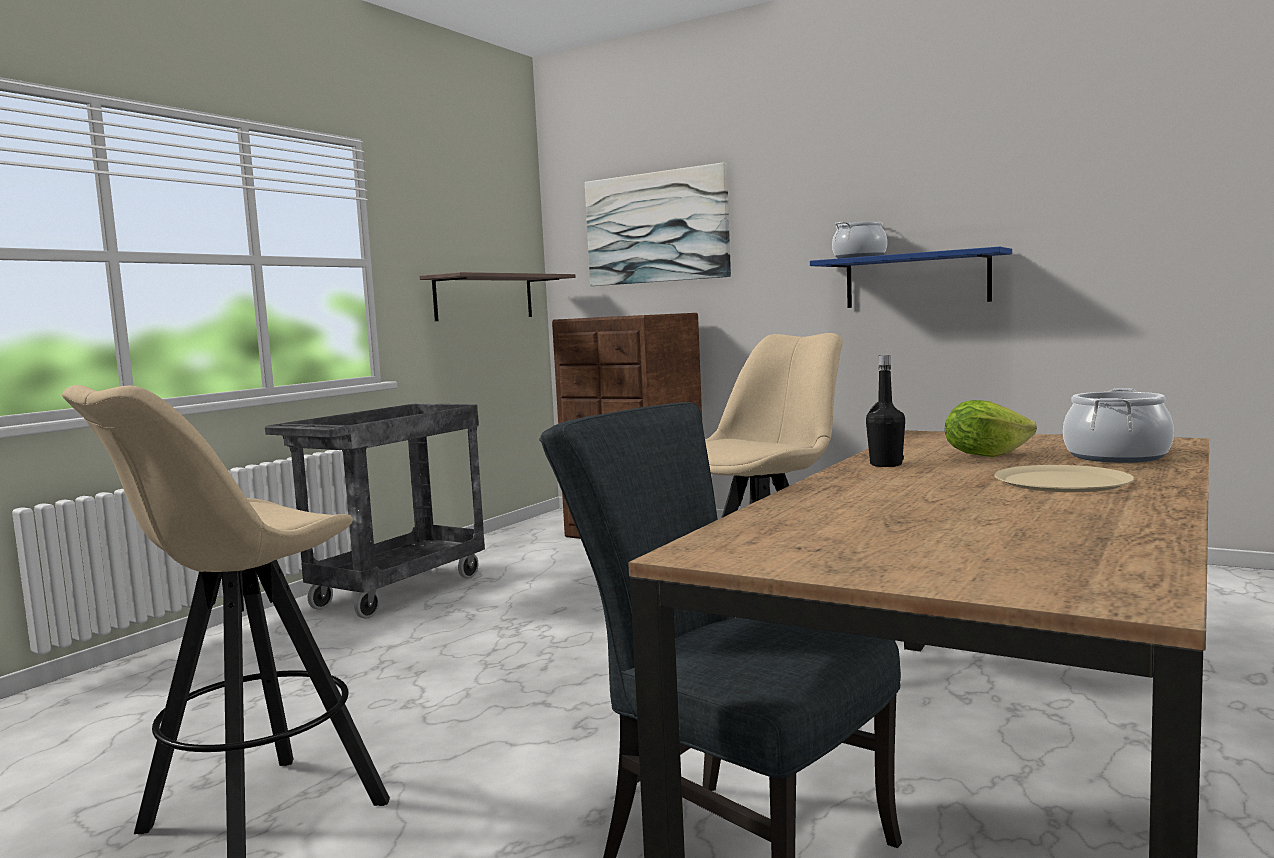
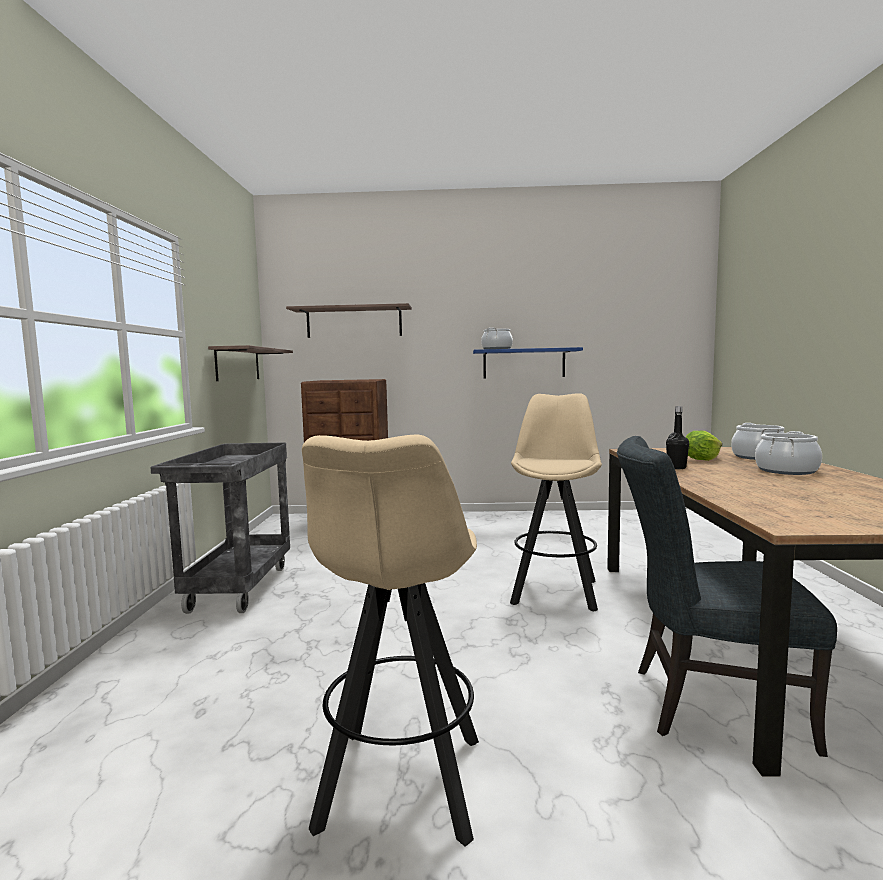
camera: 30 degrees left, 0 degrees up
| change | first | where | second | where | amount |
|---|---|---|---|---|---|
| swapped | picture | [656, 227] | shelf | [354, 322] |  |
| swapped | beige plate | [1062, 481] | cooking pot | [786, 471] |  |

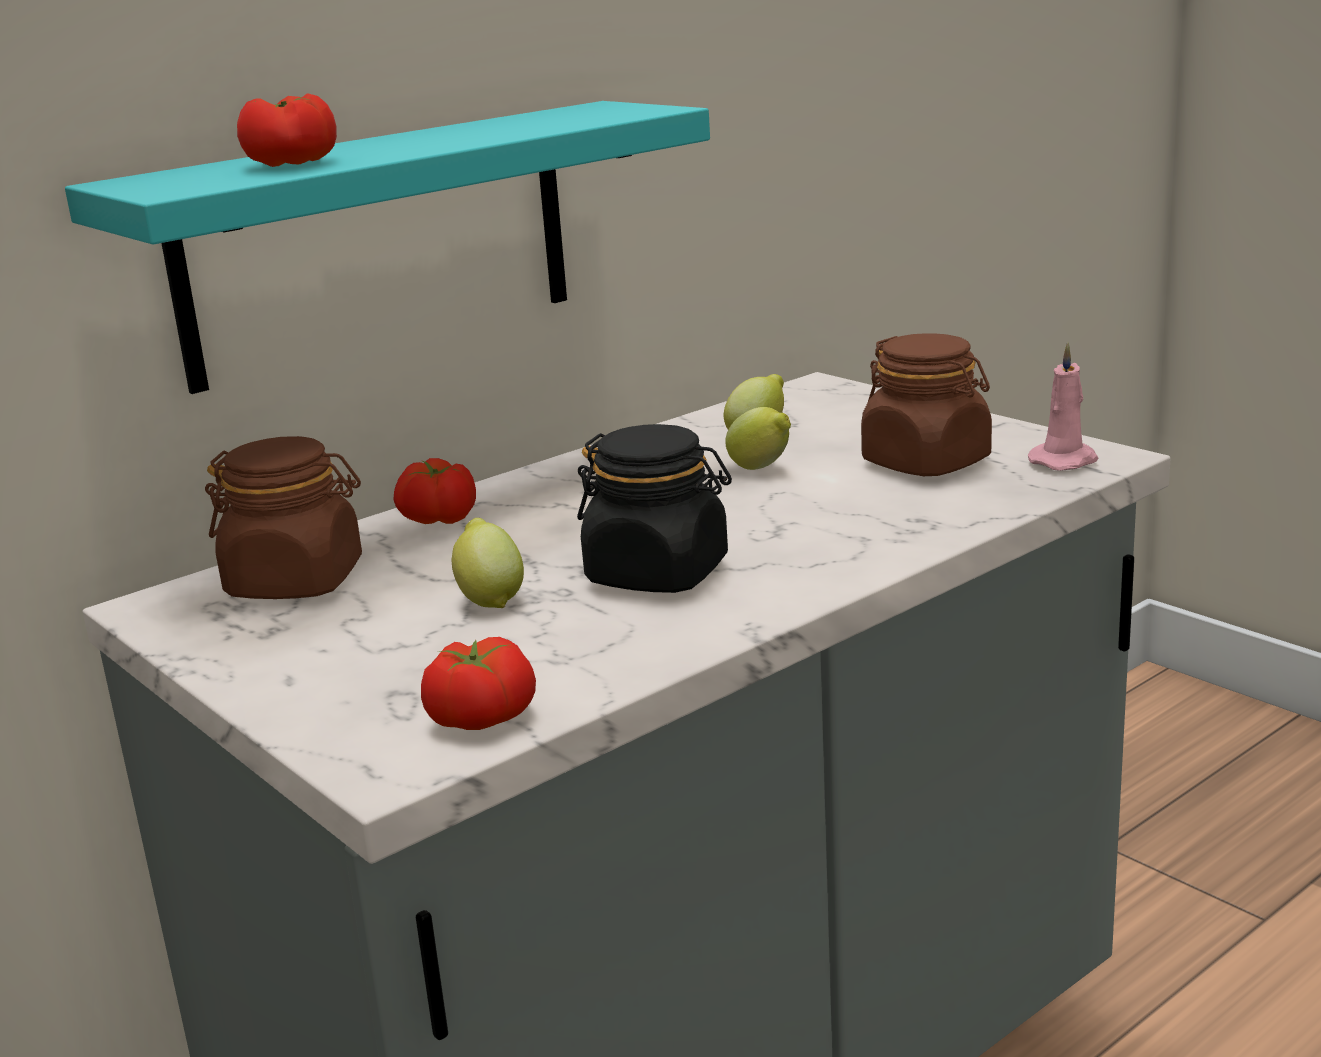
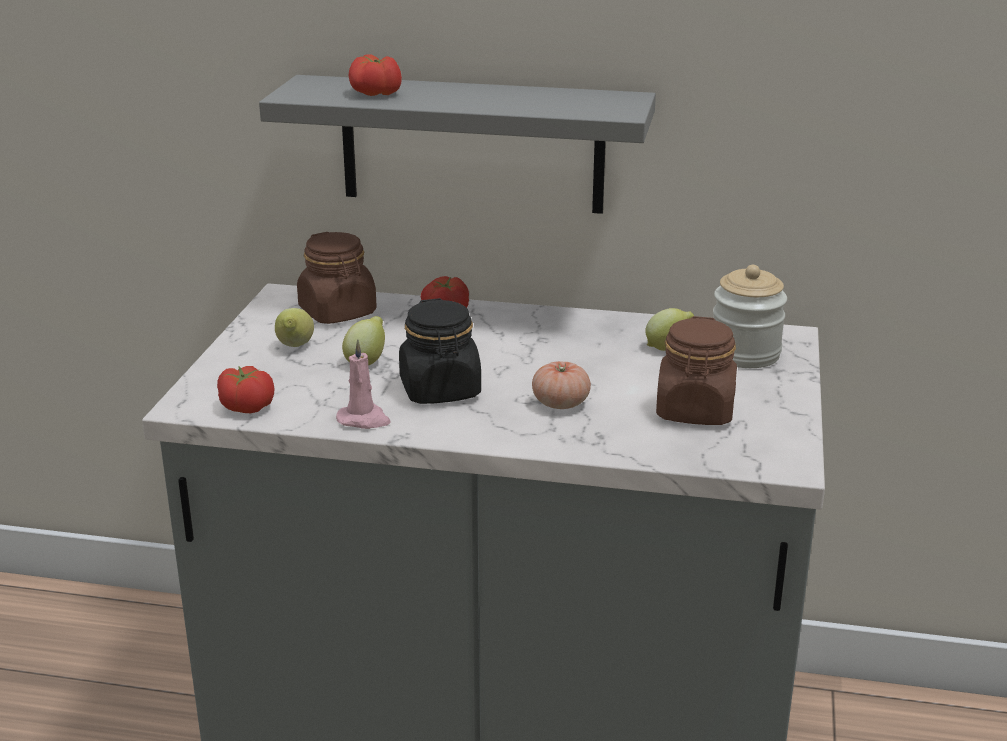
camera: 50 degrees right, 5 degrees up
| change | first | where | second | where | amount |
|---|---|---|---|---|---|
| repainted | turquoise shelf | [378, 242] | grey shelf | [472, 144] |  |
| shifted | pink candle | [1065, 461] |  | [364, 420] |  |
| shifted | lemon | [761, 469] |  | [295, 347] |  |
| new |  |  | jar | [745, 354] |  |
| new |  |  | tomato | [560, 403] |  |

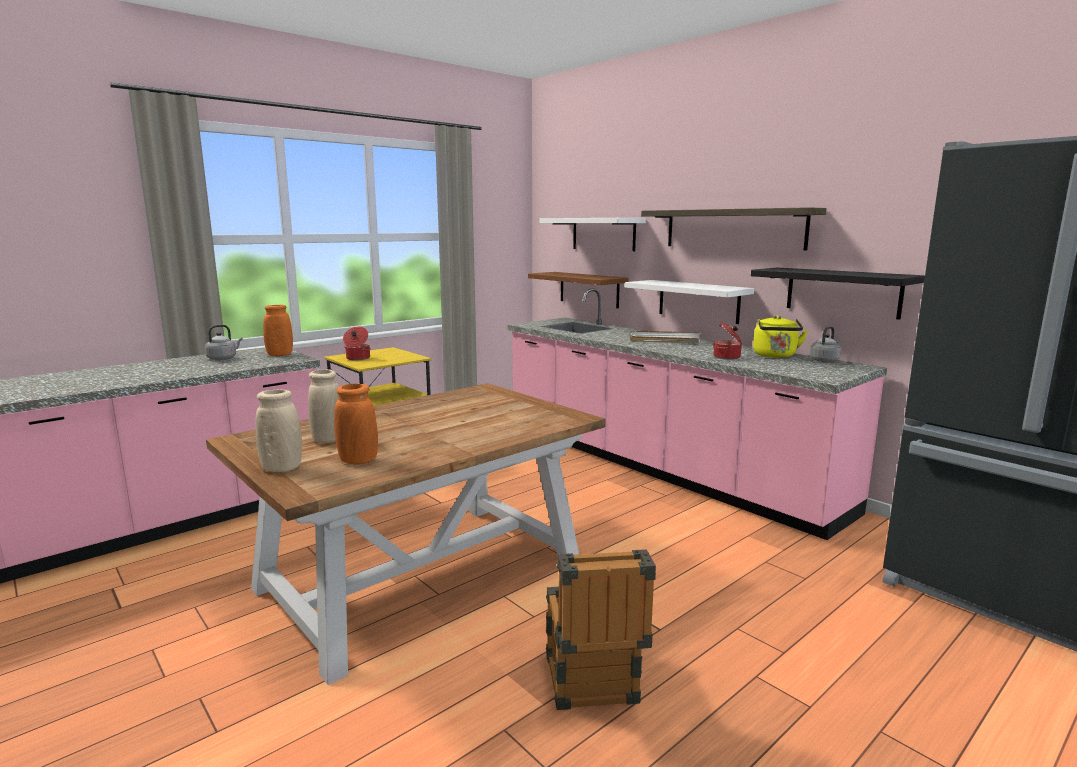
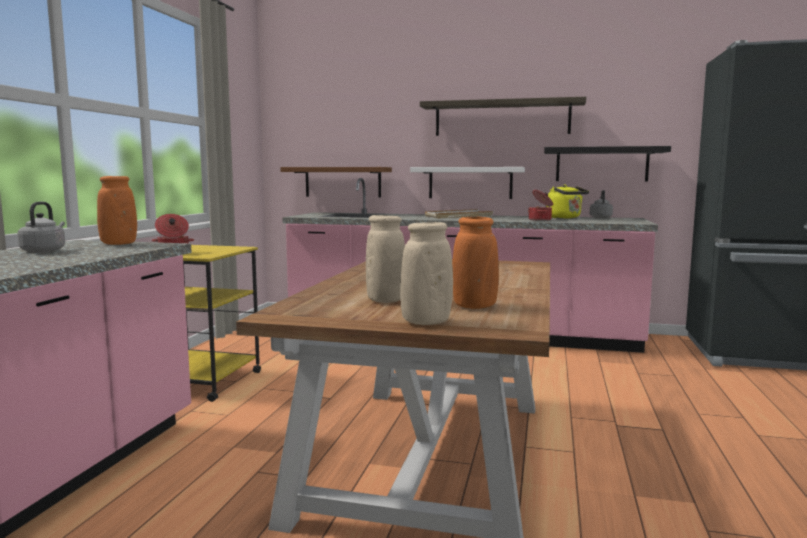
camera: 35 degrees left, 5 degrees down
| change | first | where | second | where | amount |
|---|---|---|---|---|---|
| gone | white shelf | [603, 234] |  |  |  |
| gone | crate | [592, 688] |  |  |  |

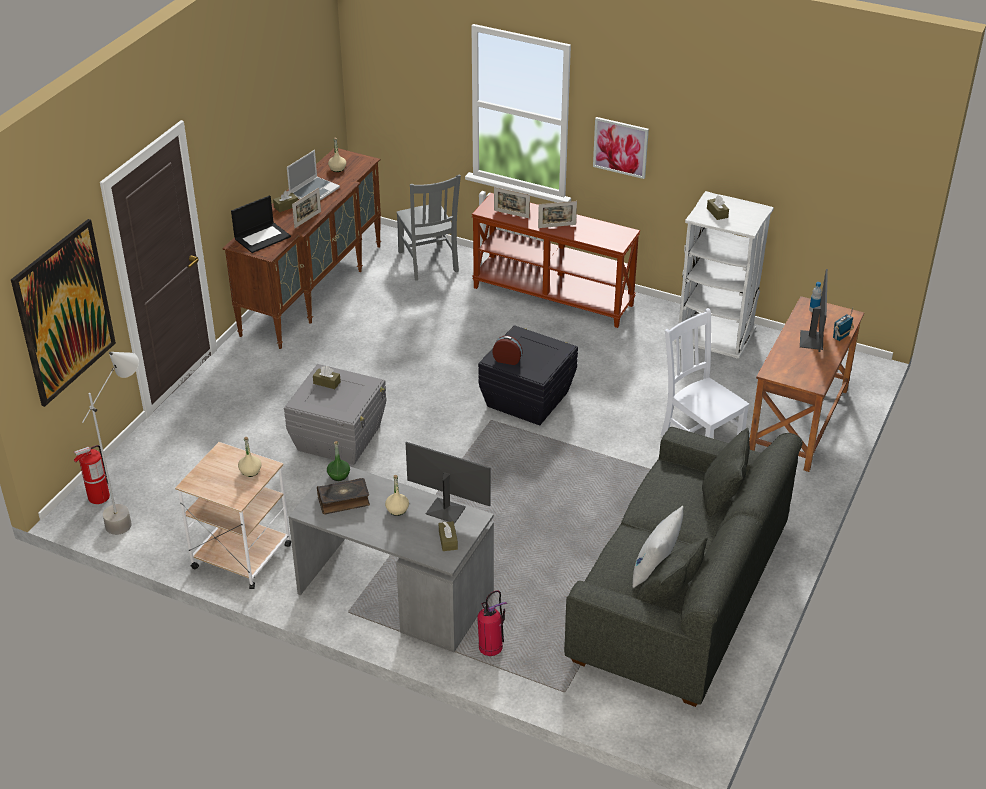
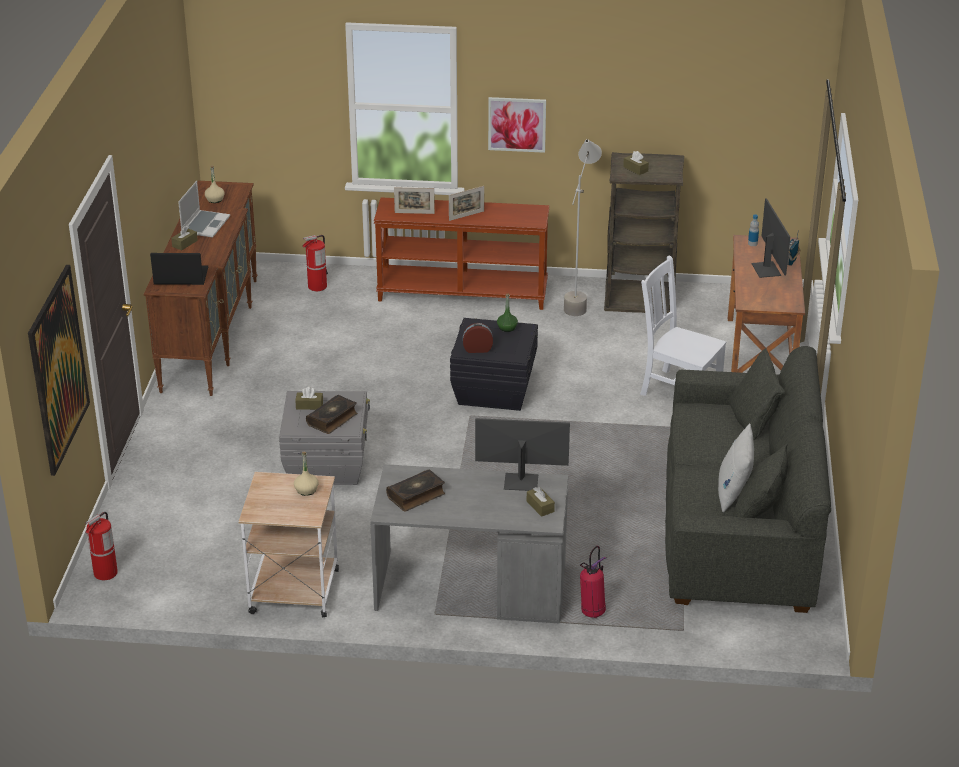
camera: 20 degrees left, 5 degrees down
| change | first | where | second | where | amount |
|---|---|---|---|---|---|
| swapped | grey chair | [428, 263] | fire extinguisher | [317, 286] |  |
| gone | picture frame | [307, 219] |  |  |  |
| repainted | white bookcase | [715, 334] | brown bookcase | [640, 297] |  |
| rotated | laptop | [262, 237] |  | [180, 276] | 120 degrees counterclockwise |
| shifted | grey floor lamp | [134, 513] |  | [579, 300] |  |
| shifted | green bottle | [338, 475] |  | [507, 328] |  |
| gone | beige bottle | [397, 509] |  |  |  |
| new |  |  | book | [332, 419] |  |

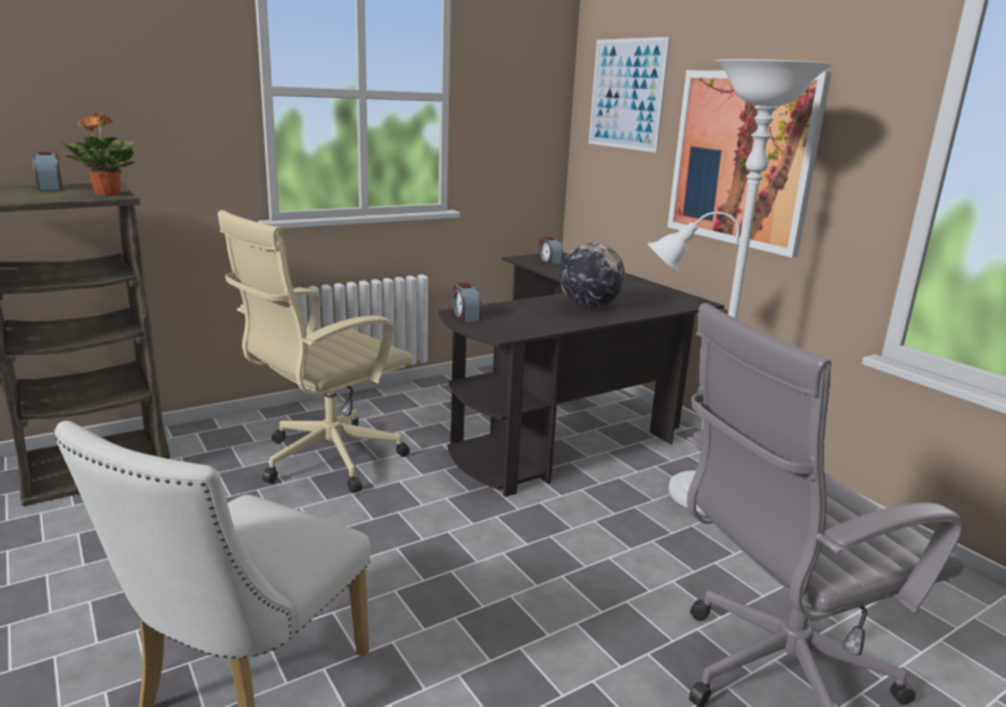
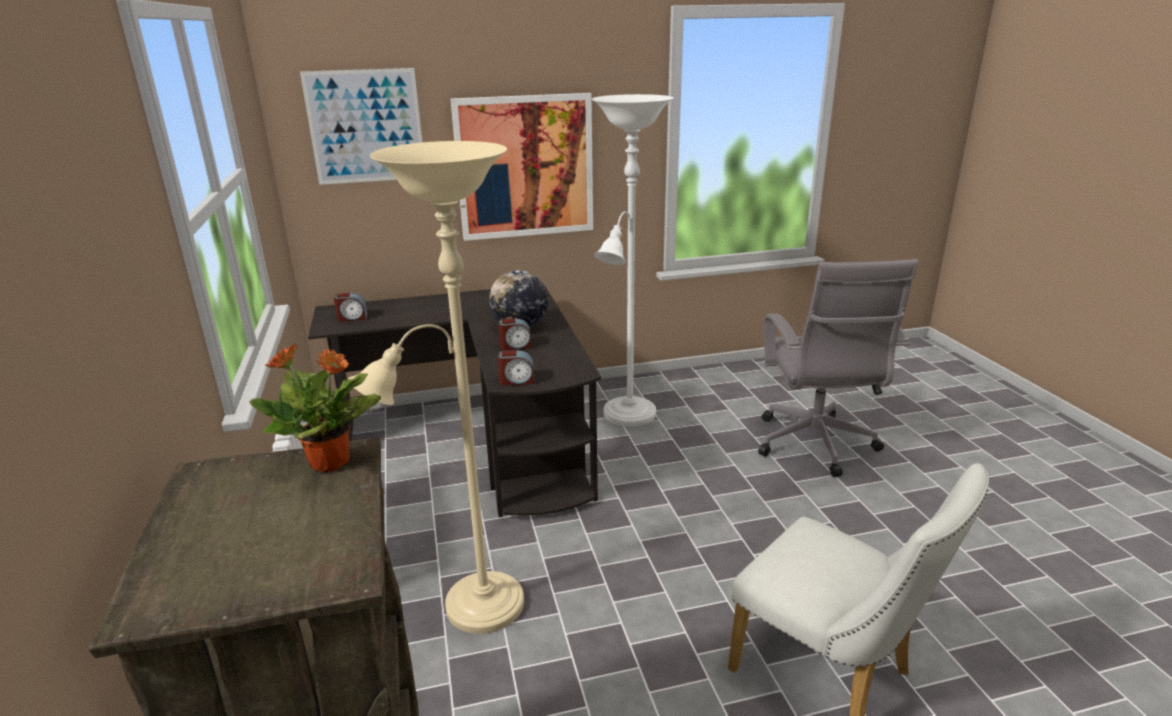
camera: 70 degrees left, 5 degrees up
| change | first | where | second | where | amount |
|---|---|---|---|---|---|
| shifted | alarm clock | [50, 187] |  | [515, 346] |  |
| swapped | beige office chair | [325, 461] | beige floor lamp | [474, 608] |  |

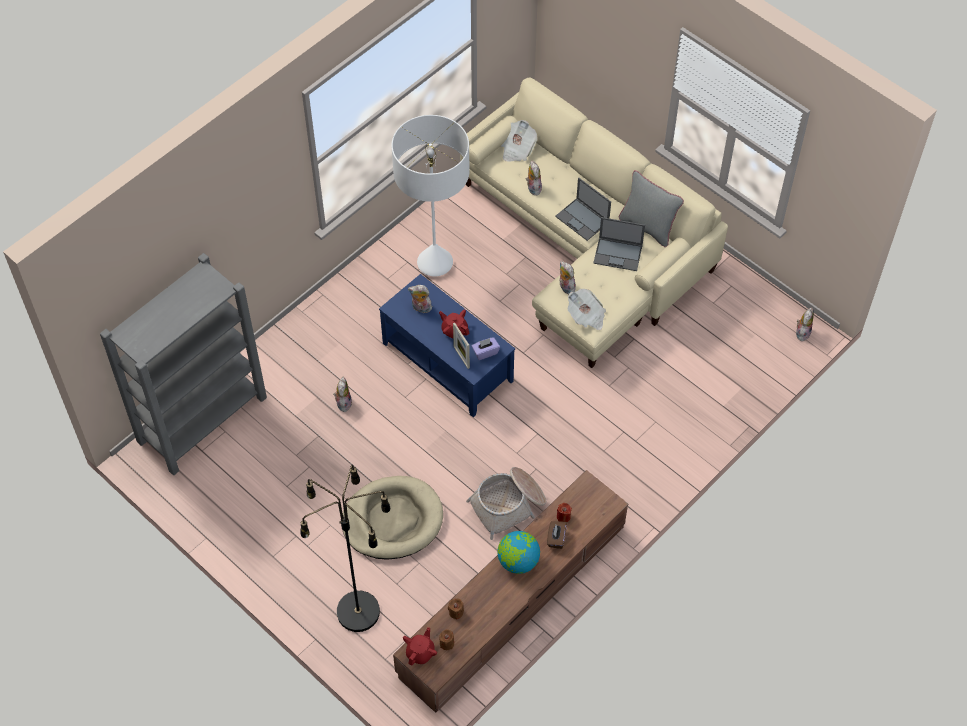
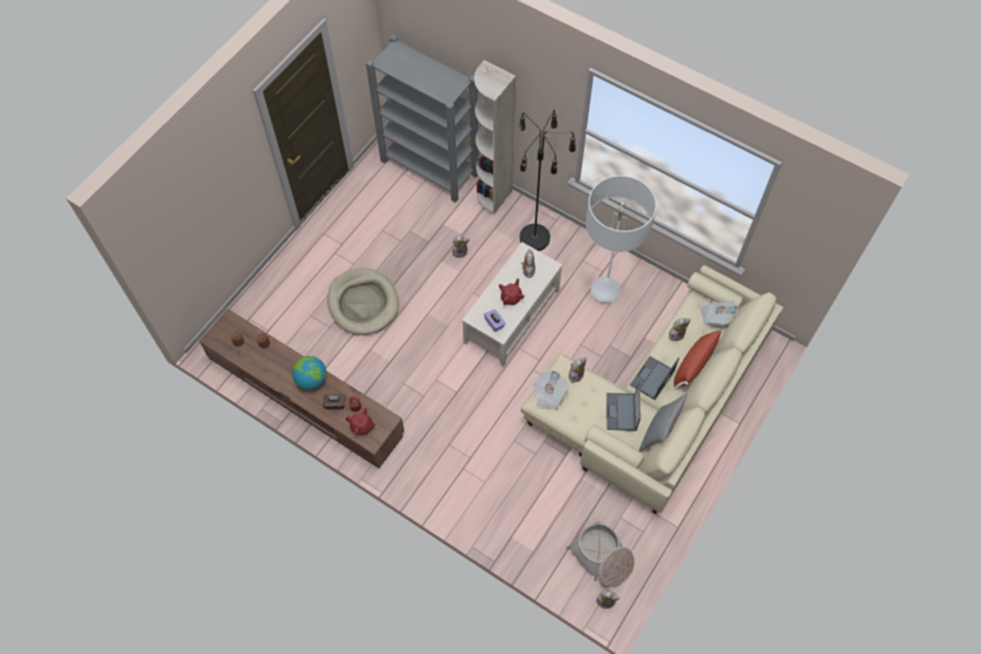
camera: 80 degrees right, 5 degrees up
| change | first | where | second | where | amount |
|---|---|---|---|---|---|
| repainted | blue coffee table | [447, 362] | beige coffee table | [512, 316] |  |
| gone | picture frame | [461, 357] |  |  |  |
| shifted | floor lamp | [359, 611] |  | [535, 238] |  |
| shifted | basket | [508, 505] |  | [601, 557] |  |
| shifted | red teapot | [420, 652] |  | [362, 426] |  |
| new |  |  | beige bookcase | [491, 197] |  |
| new |  |  | red pillow | [693, 365] |  |

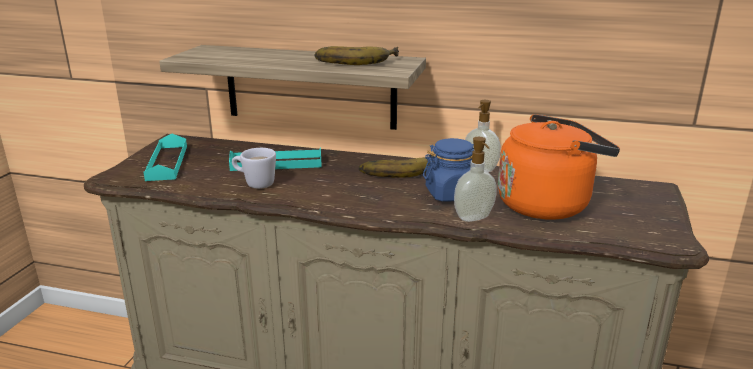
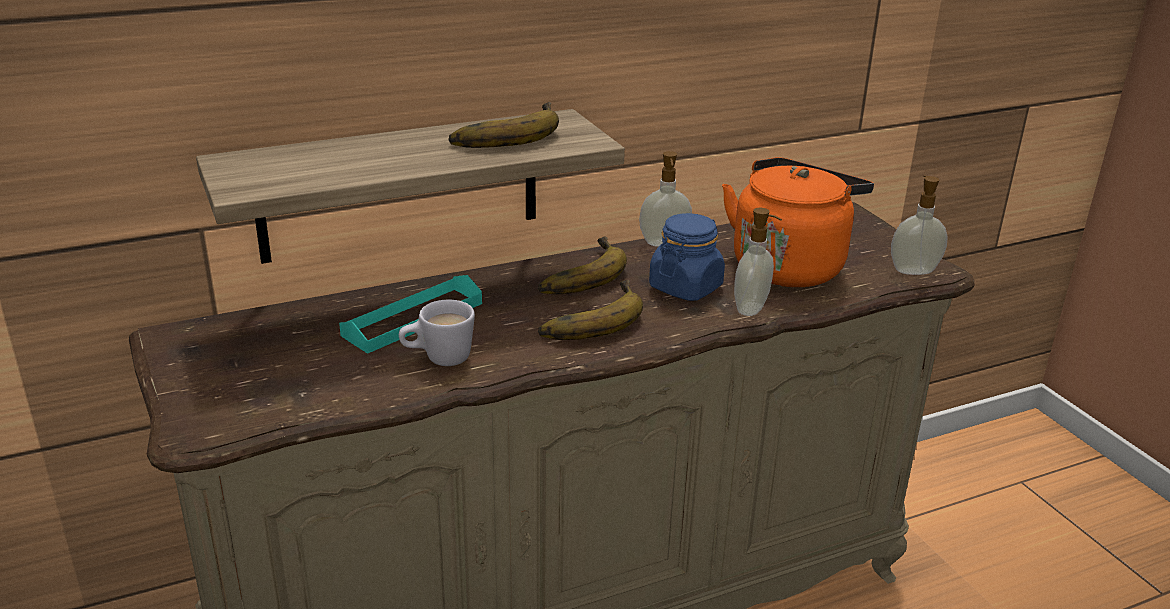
camera: 40 degrees left, 5 degrees up
| change | first | where | second | where | amount |
|---|---|---|---|---|---|
| gone | turquoise tray | [167, 162] |  |  |  |
| new |  |  | soap dispenser | [913, 270] |  |
| new |  |  | banana | [587, 318] |  |

